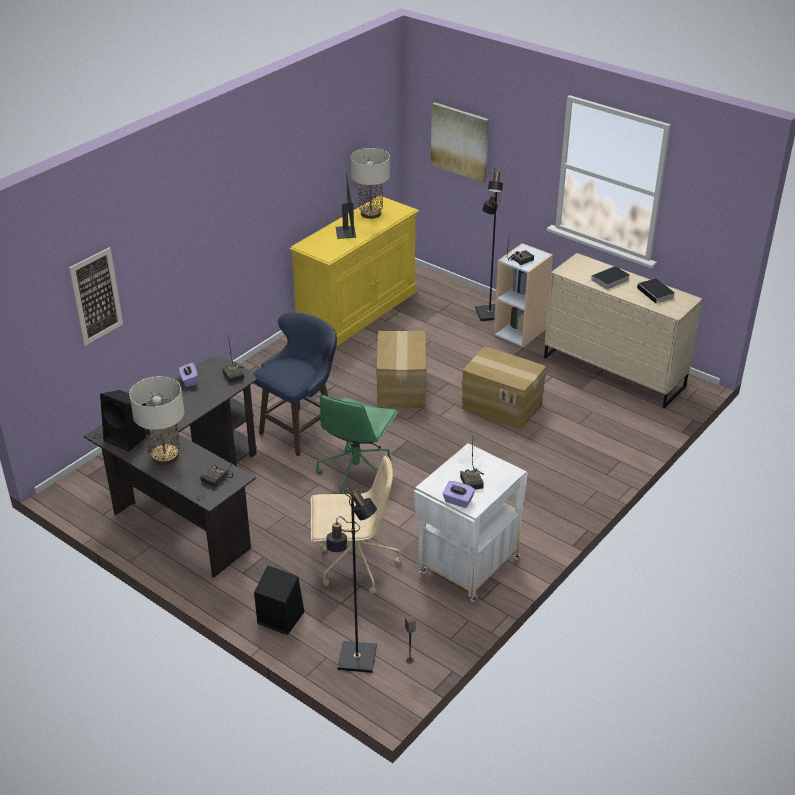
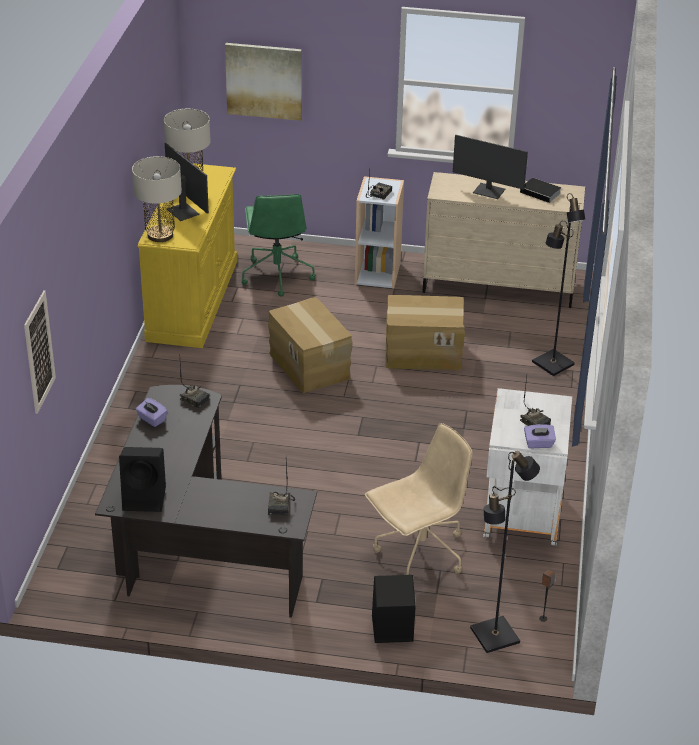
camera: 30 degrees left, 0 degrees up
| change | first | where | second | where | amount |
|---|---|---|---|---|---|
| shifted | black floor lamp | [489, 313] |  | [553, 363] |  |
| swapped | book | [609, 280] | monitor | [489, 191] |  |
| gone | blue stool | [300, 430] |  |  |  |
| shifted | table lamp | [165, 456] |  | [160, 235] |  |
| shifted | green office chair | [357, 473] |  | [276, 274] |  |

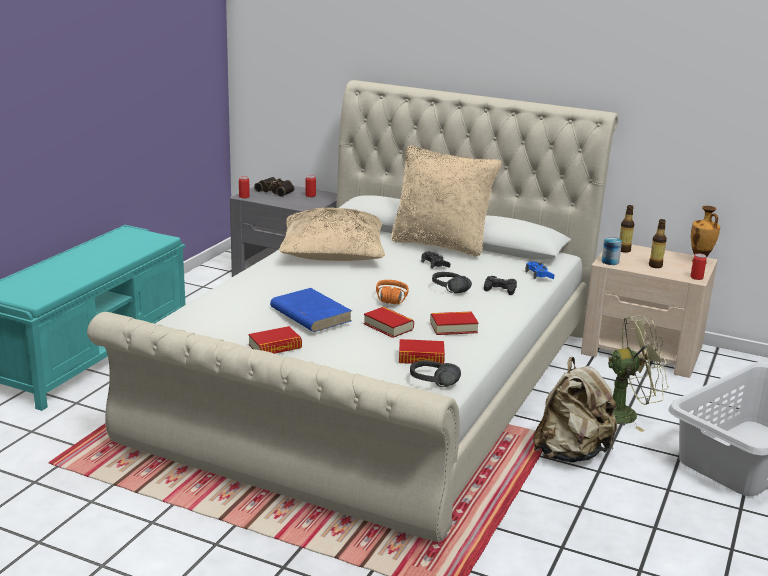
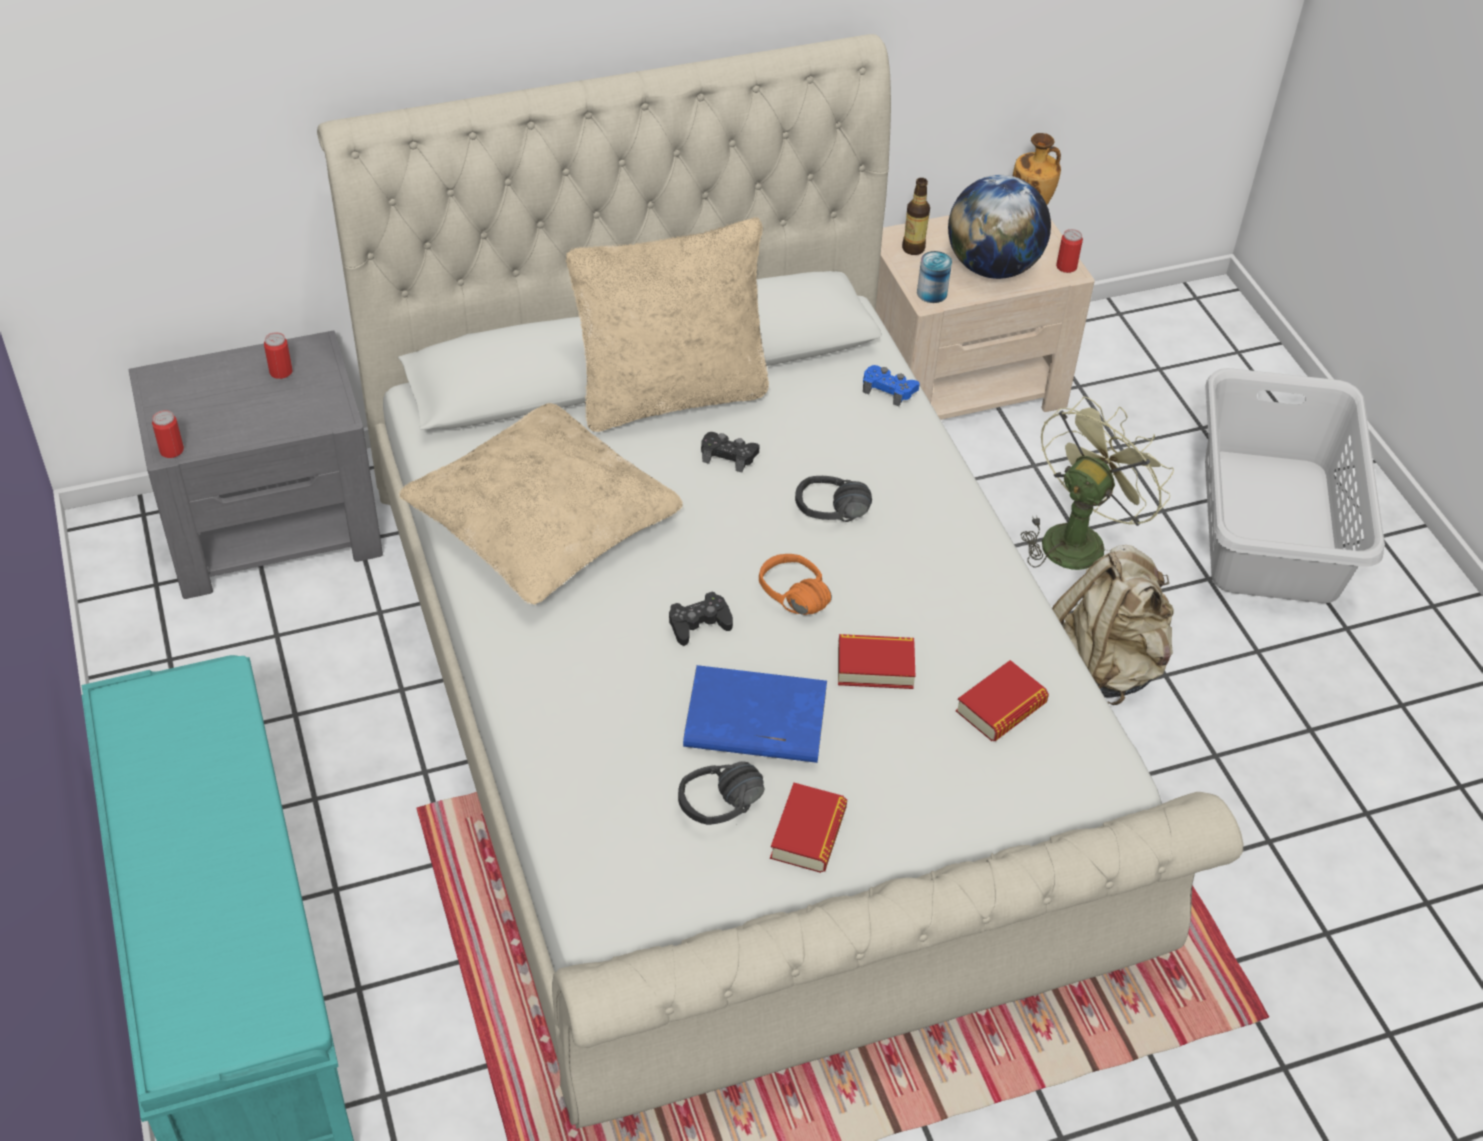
camera: 45 degrees left, 25 degrees up
| change | first | where | second | where | amount |
|---|---|---|---|---|---|
| gone | binoculars | [276, 191] |  |  |  |
| swapped | bottle | [655, 266] | globe | [992, 267] |  |
| shifted | black game controller | [500, 289] |  | [699, 623] |  |
| gone | book | [453, 327] |  |  |  |
| shifted | black headphones | [432, 385] |  | [726, 813] |  |

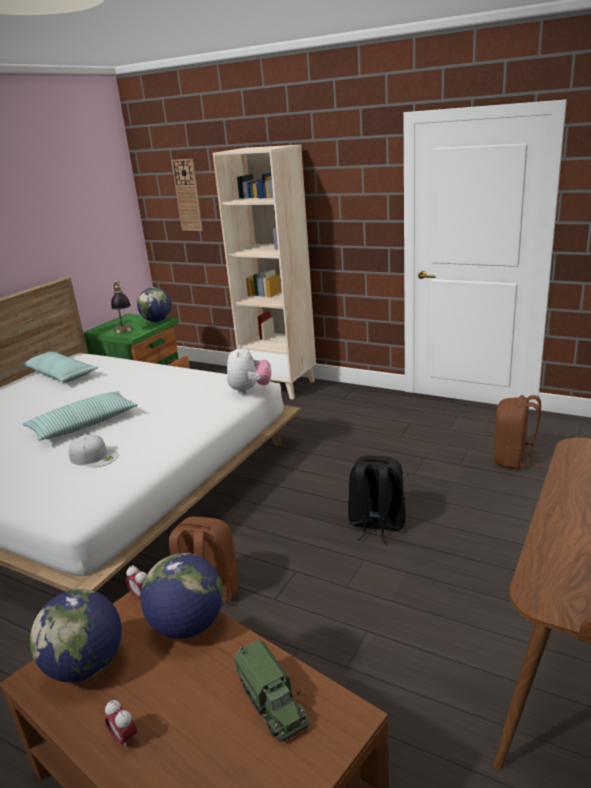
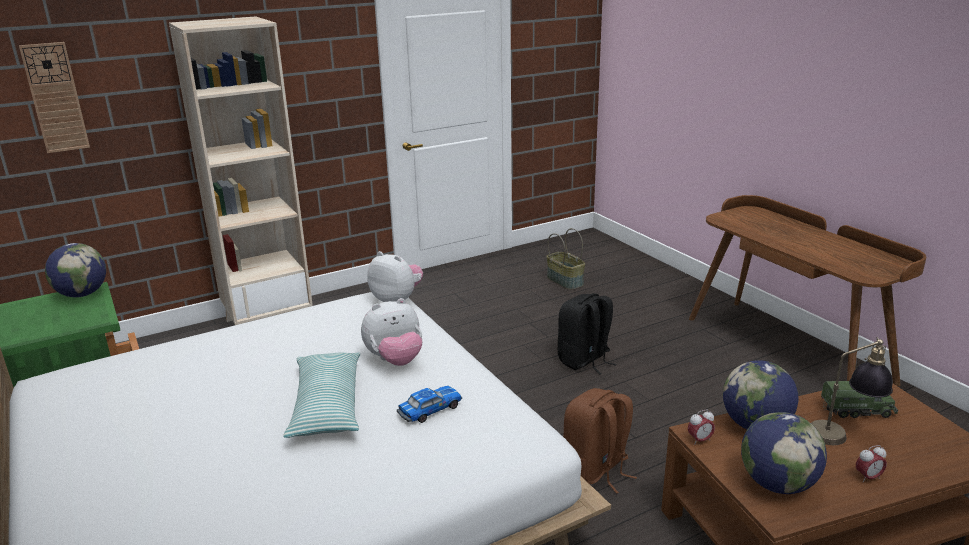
camera: 60 degrees left, 0 degrees up
| change | first | where | second | where | amount |
|---|---|---|---|---|---|
| shifted | table lamp | [124, 332] |  | [843, 434] |  |
| gone | pillow | [61, 375] |  |  |  |
| swapped | brown backpack | [514, 459] | basket | [565, 281] |  |
| swapped | white cap | [94, 456] | toy car | [429, 410] |  |
| new |  |  | plush toy | [395, 360] |  |

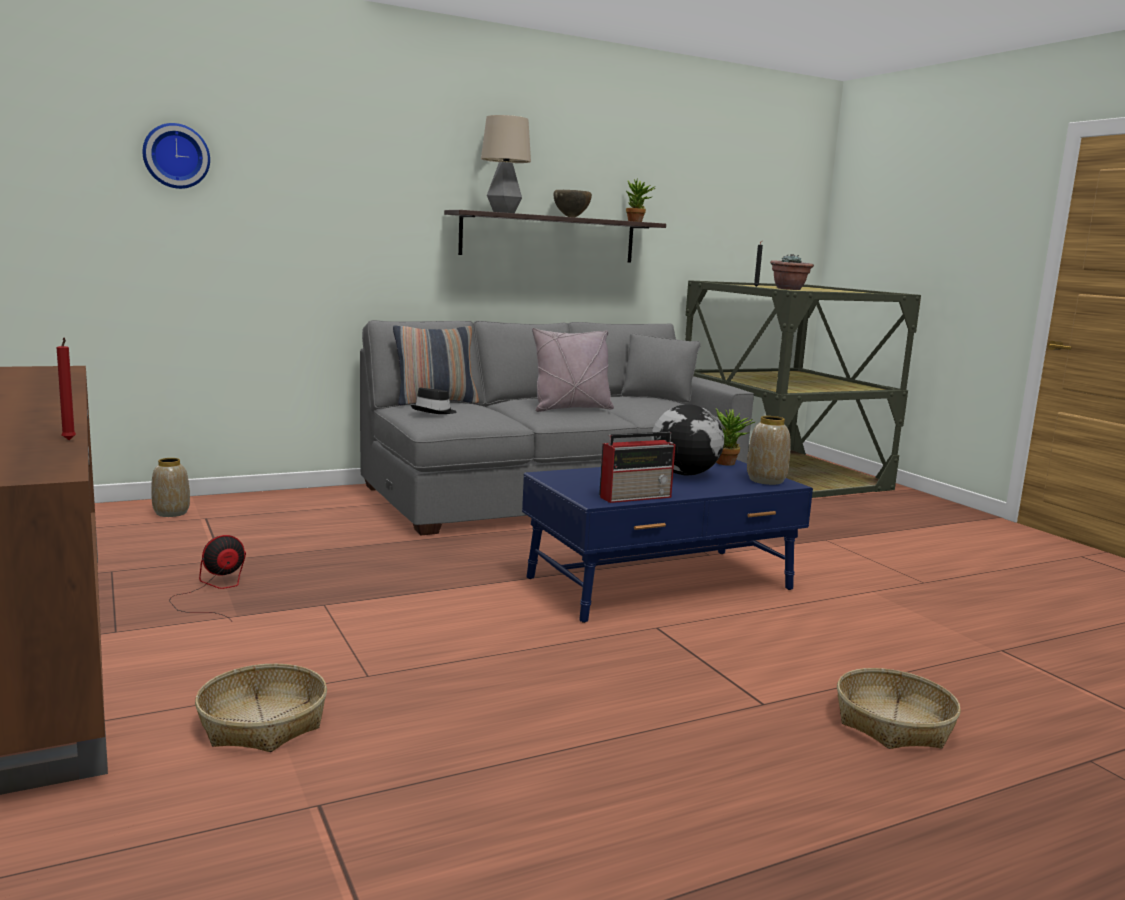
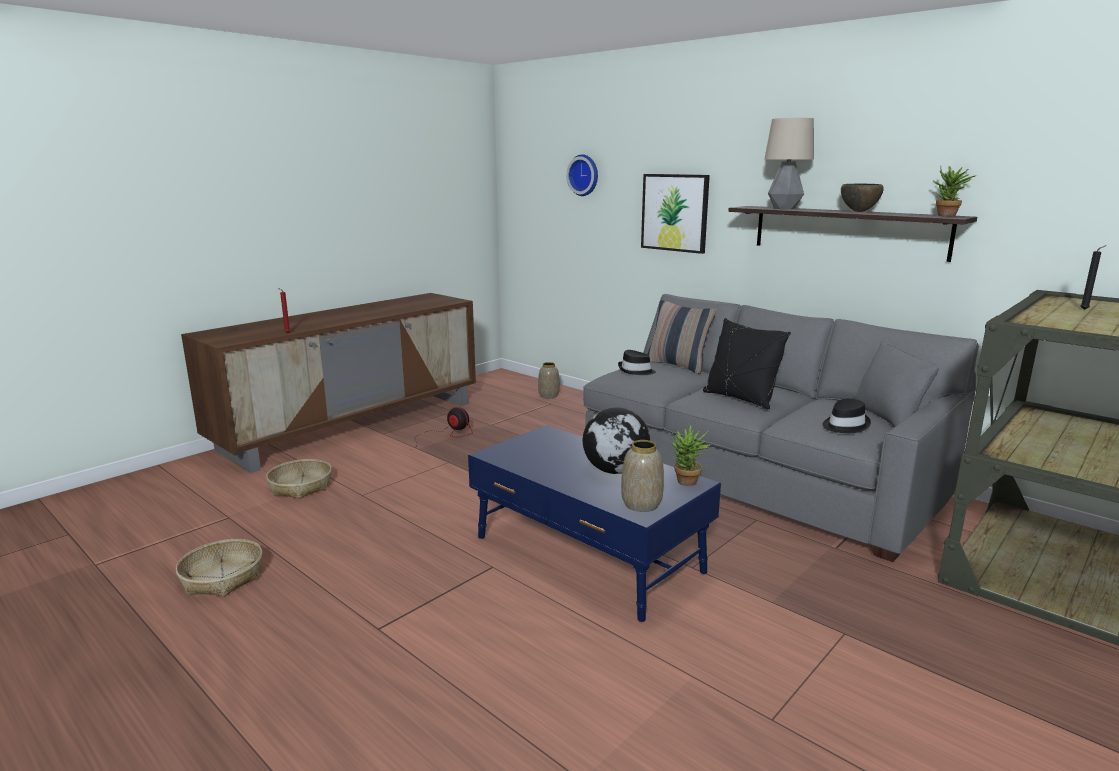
camera: 70 degrees right, 5 degrees up
| change | first | where | second | where | amount |
|---|---|---|---|---|---|
| gone | potted plant | [789, 289] |  |  |  |
| repainted | purple pillow | [571, 409] | black pillow | [740, 399] |  |
| gone | radio | [636, 497] |  |  |  |
| shifted | basket | [894, 724] |  | [222, 578] |  |
| new |  |  | picture | [675, 212] |  |
| new |  |  | black hat | [844, 425] |  |

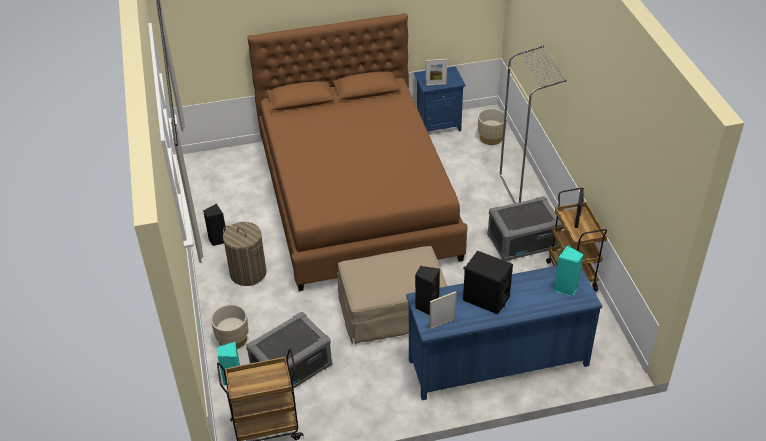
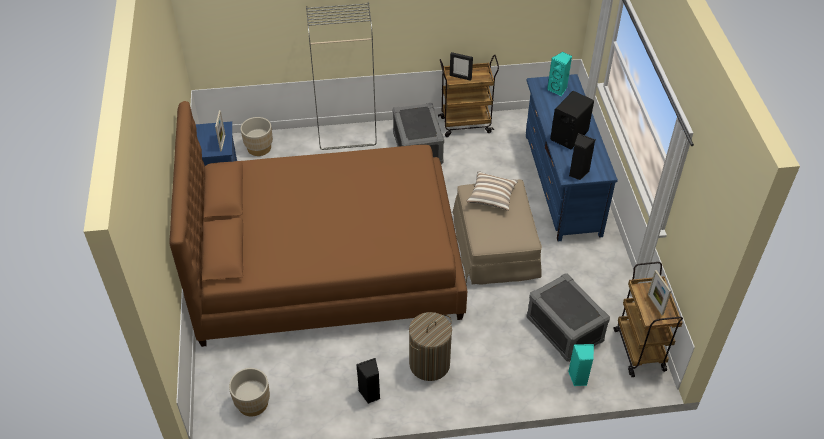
camera: 85 degrees left, 5 degrees up
| change | first | where | second | where | amount |
|---|---|---|---|---|---|
| shifted | picture frame | [442, 323] |  | [655, 304] |  |
| shifted | beige planter | [233, 339] |  | [253, 403] |  |
| new |  |  | pillow | [491, 197] |  |

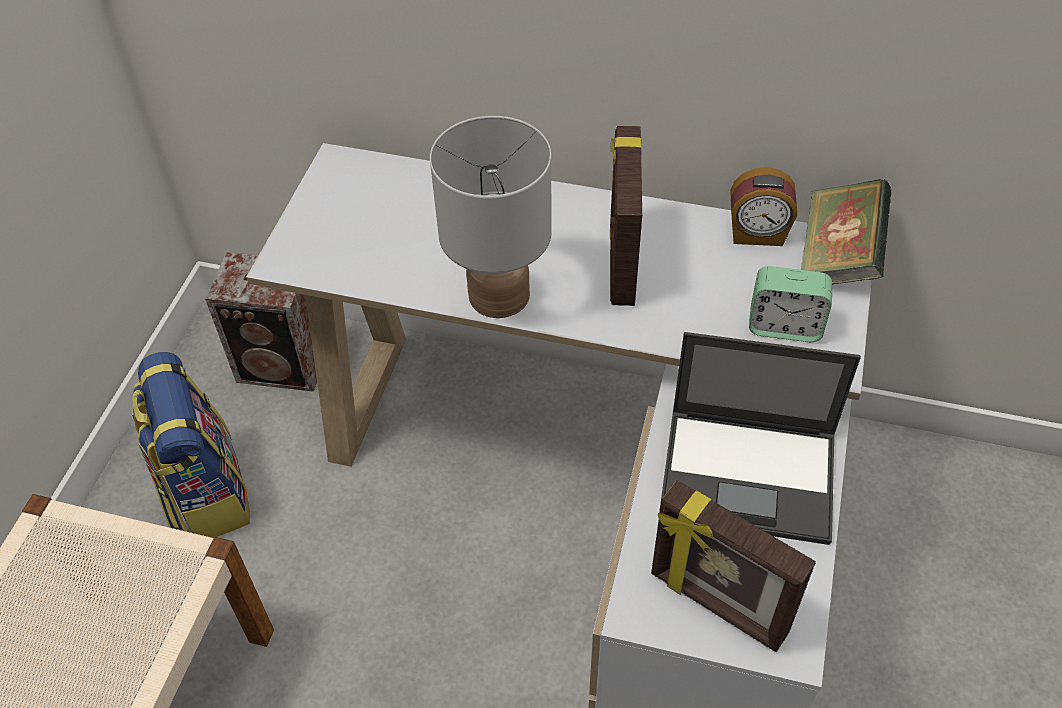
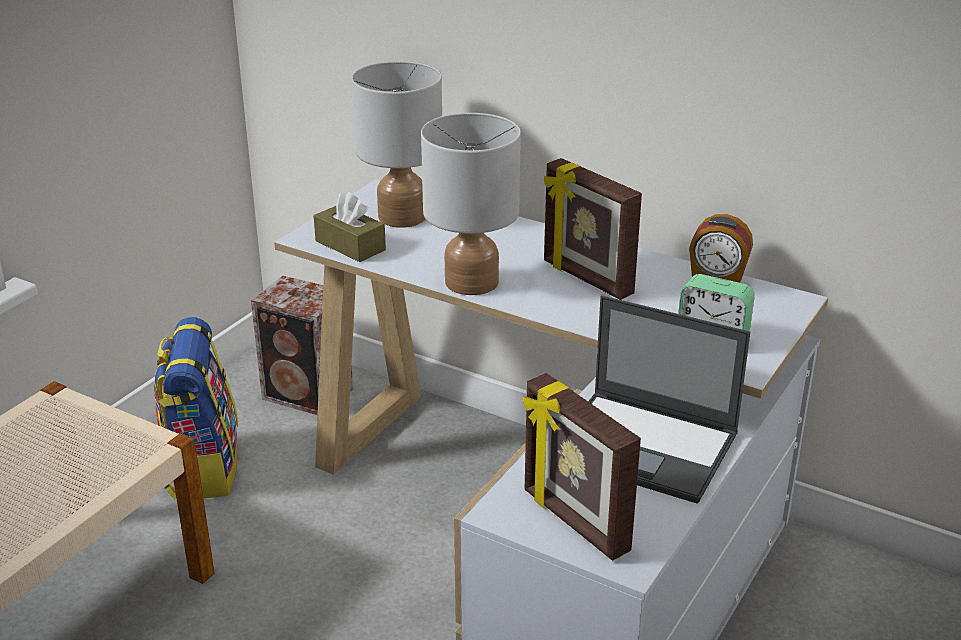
camera: 15 degrees right, 20 degrees down
| change | first | where | second | where | amount |
|---|---|---|---|---|---|
| rotated | picture frame | [620, 261] |  | [586, 279] | 60 degrees counterclockwise |
| gone | book | [838, 258] |  |  |  |
| new |  |  | grey table lamp | [401, 217] |  |
| new |  |  | brown tissue box | [350, 245] |  |

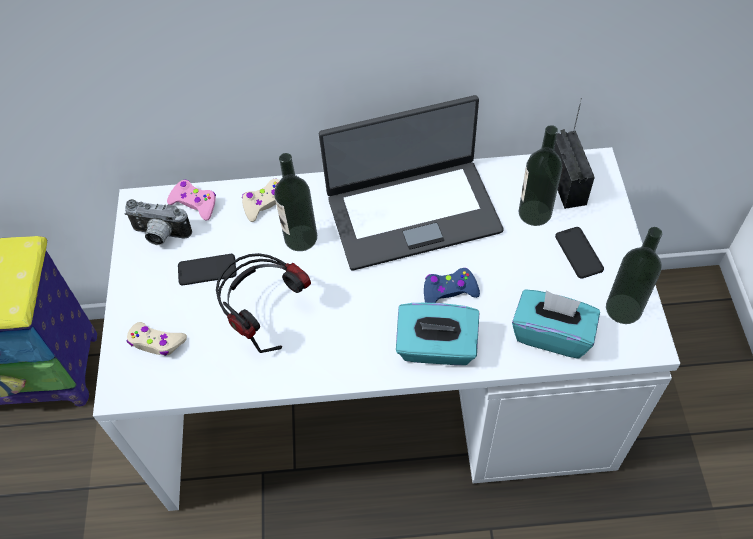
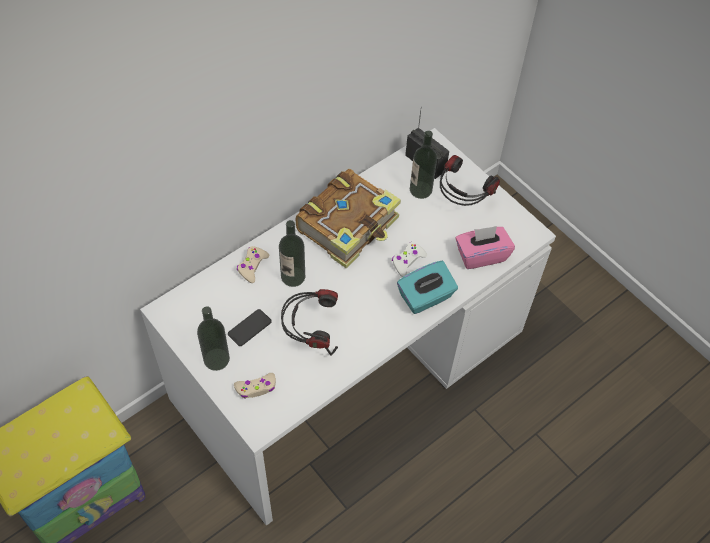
camera: 40 degrees left, 0 degrees up
| change | first | where | second | where | amount |
|---|---|---|---|---|---|
| swapped | laptop | [412, 212] | book | [349, 225] |  |
| gone | pink game controller | [194, 203] |  |  |  |
| gone | photo camera | [160, 235] |  |  |  |
| swapped | phone | [578, 253] | headphones | [462, 201] |  |
| shifted | bottle | [623, 309] |  | [216, 359] |  |
| repainted | blue game controller | [449, 291] | white game controller | [407, 261] |  |
| repainted | turquoise tissue box | [551, 334] | pink tissue box | [481, 255] |  |

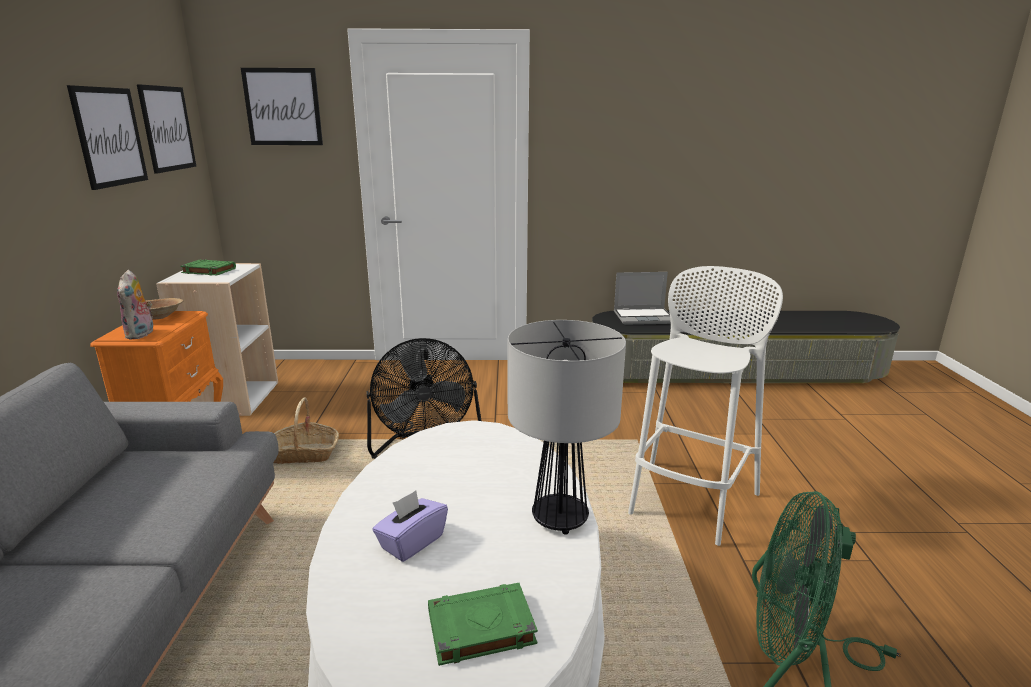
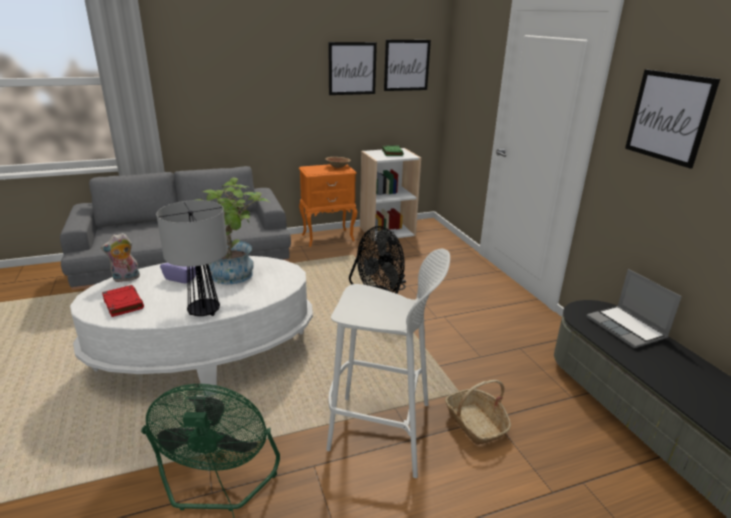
camera: 70 degrees right, 5 degrees up
| change | first | where | second | where | amount |
|---|---|---|---|---|---|
| shifted | picture | [283, 107] |  | [668, 117] |  |
| shifted | plush toy | [141, 334] |  | [126, 279] |  |
| shifted | basket | [304, 453] |  | [475, 423] |  |
| repainted | green book | [480, 628] | red book | [123, 303] |  |
| new |  |  | potted plant | [236, 276] |  |

